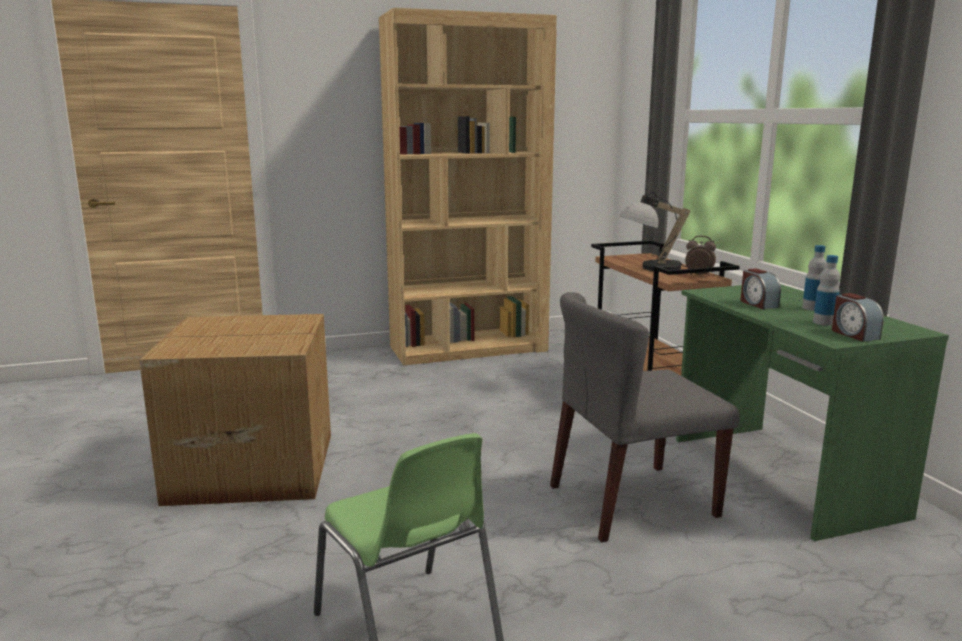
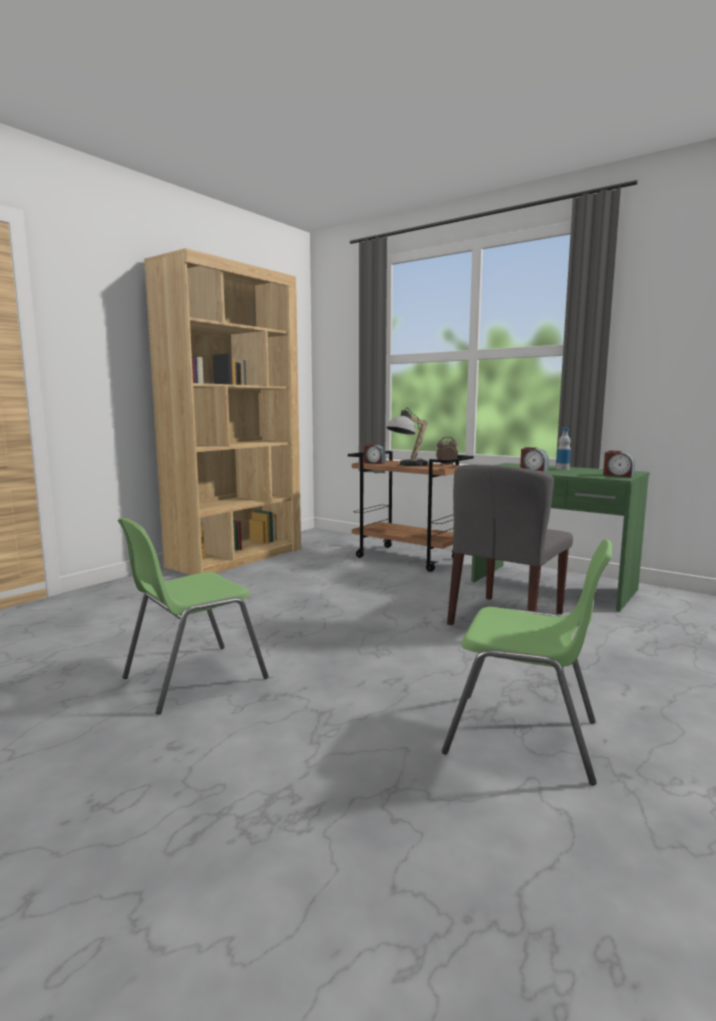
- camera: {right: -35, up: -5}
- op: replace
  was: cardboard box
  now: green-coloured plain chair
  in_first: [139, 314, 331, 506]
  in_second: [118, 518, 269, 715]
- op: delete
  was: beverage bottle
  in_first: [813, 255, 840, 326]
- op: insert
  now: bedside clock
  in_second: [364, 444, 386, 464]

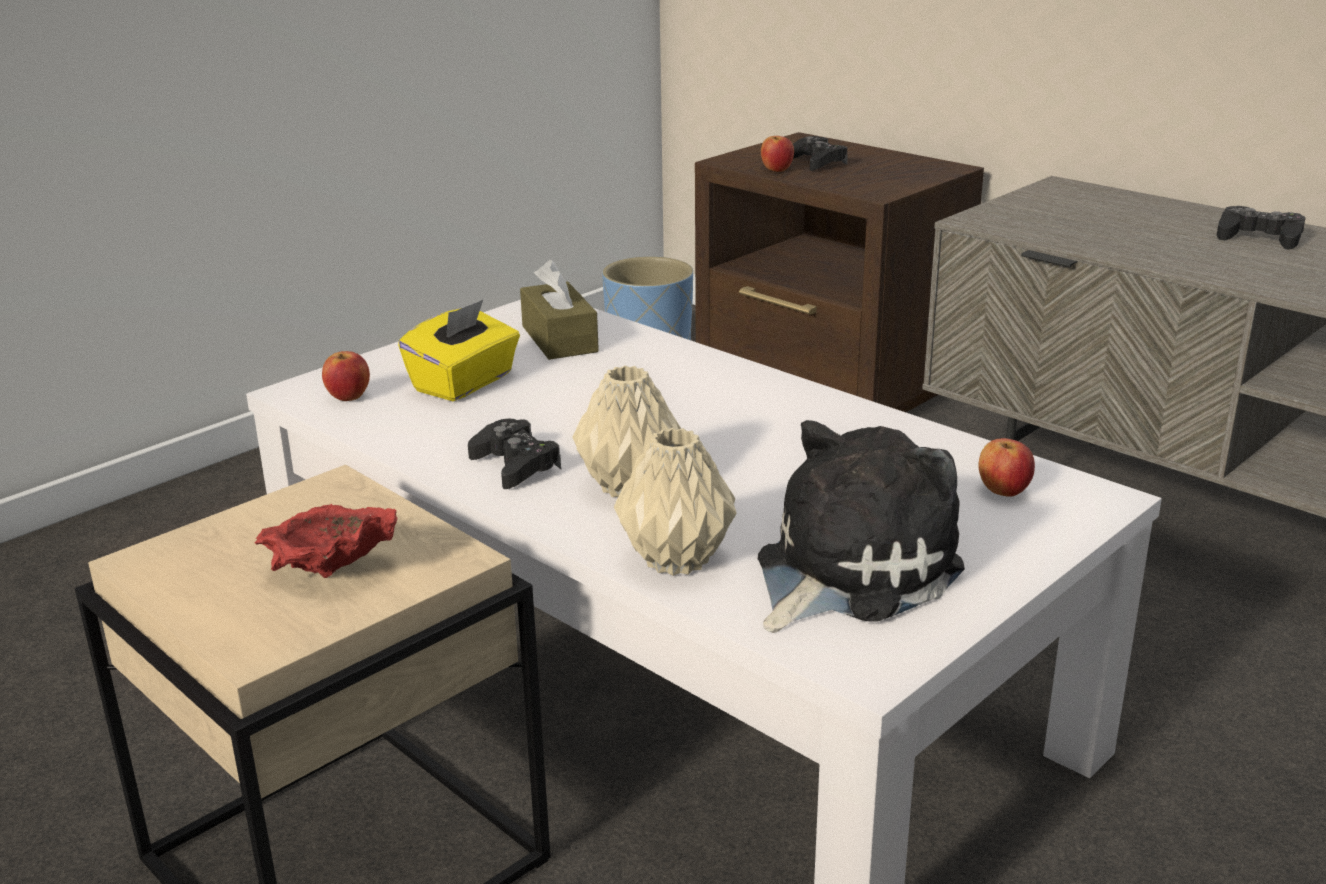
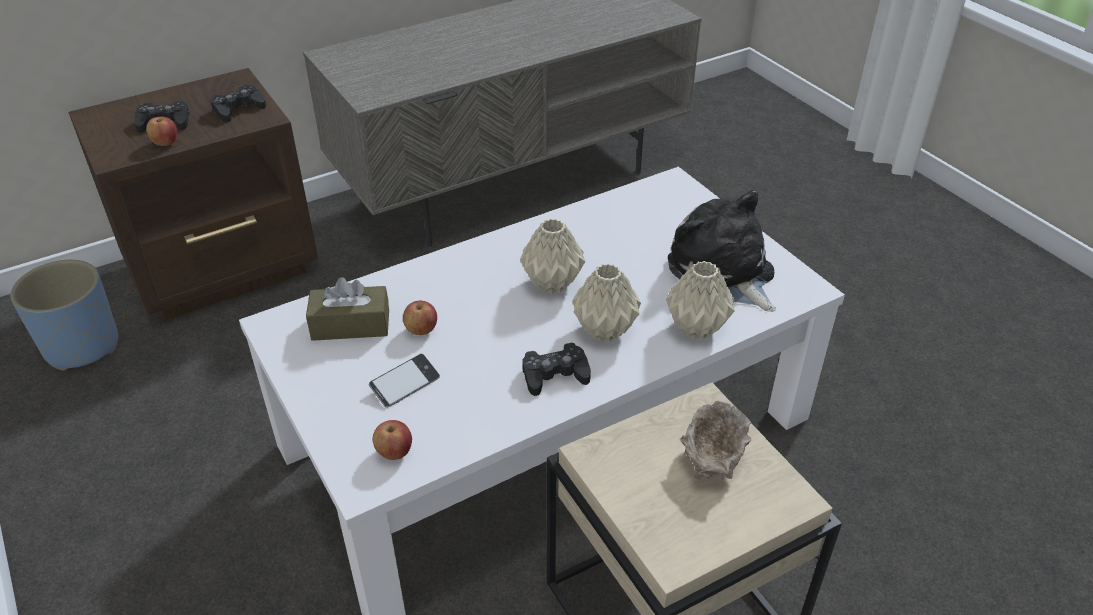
- camera: {right: -75, up: 15}
- op: recolor
  was: reddish deep dish
  now: beige-coloured deep dish
  in_first: [254, 504, 398, 578]
  in_second: [680, 401, 751, 479]
- op: replace
  was: yellow tissue holder
  now: handset
  in_first: [398, 300, 520, 401]
  in_second: [369, 354, 440, 408]
- op: move
  was: apple
  in_first: [978, 438, 1035, 497]
  in_second: [403, 301, 437, 335]
- op: move
  was: blackish gamepad
  in_first: [1217, 206, 1305, 250]
  in_second: [210, 84, 266, 123]
- op: insert
  now: beige-coloured vase
  in_second: [520, 218, 585, 294]

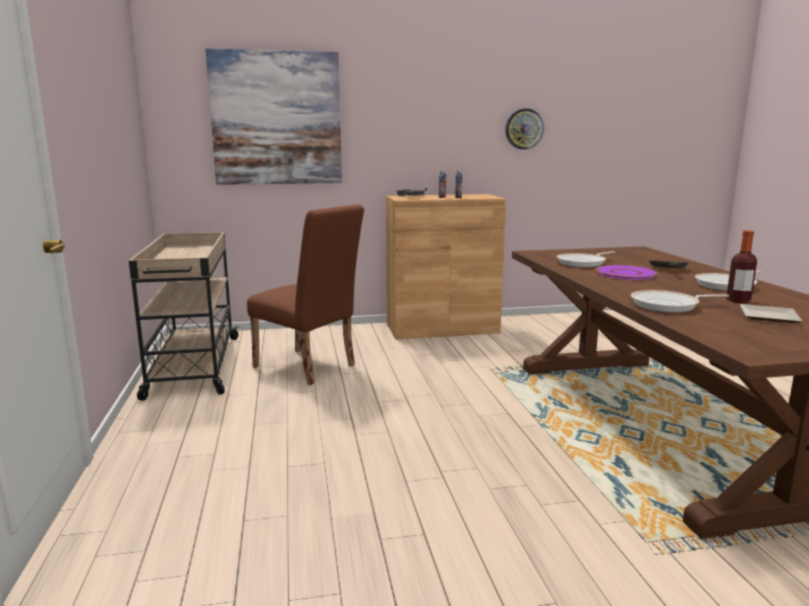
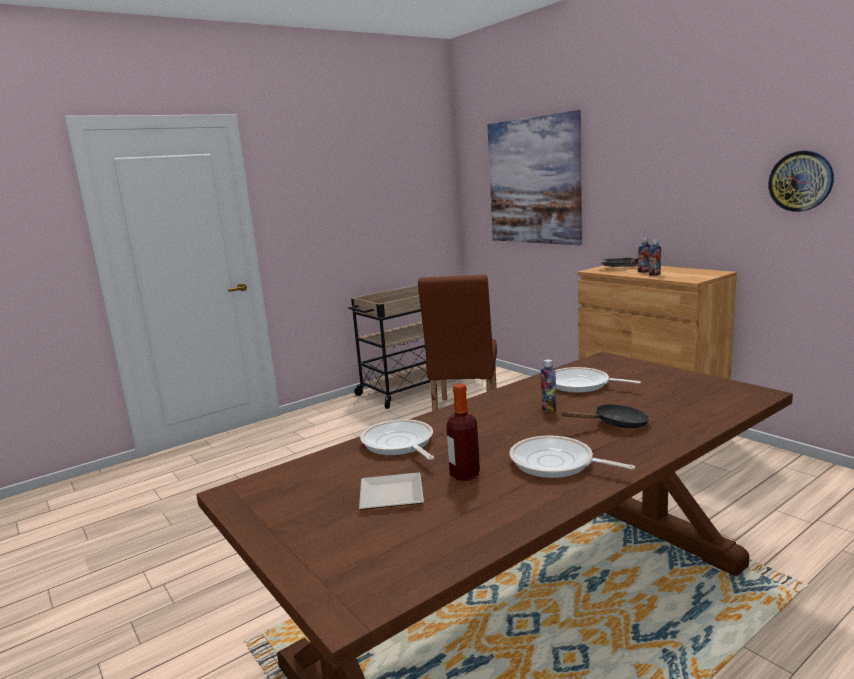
- camera: {right: 65, up: 0}
- op: replace
  was: purple-coloured dinner plate
  now: beverage bottle
  in_first: [596, 265, 658, 280]
  in_second: [541, 359, 556, 412]

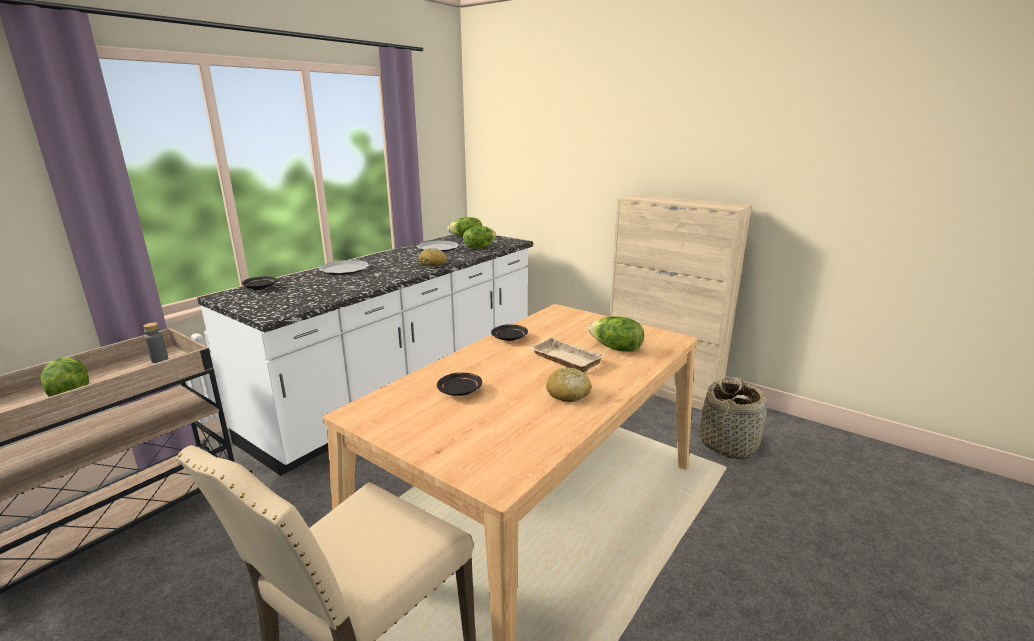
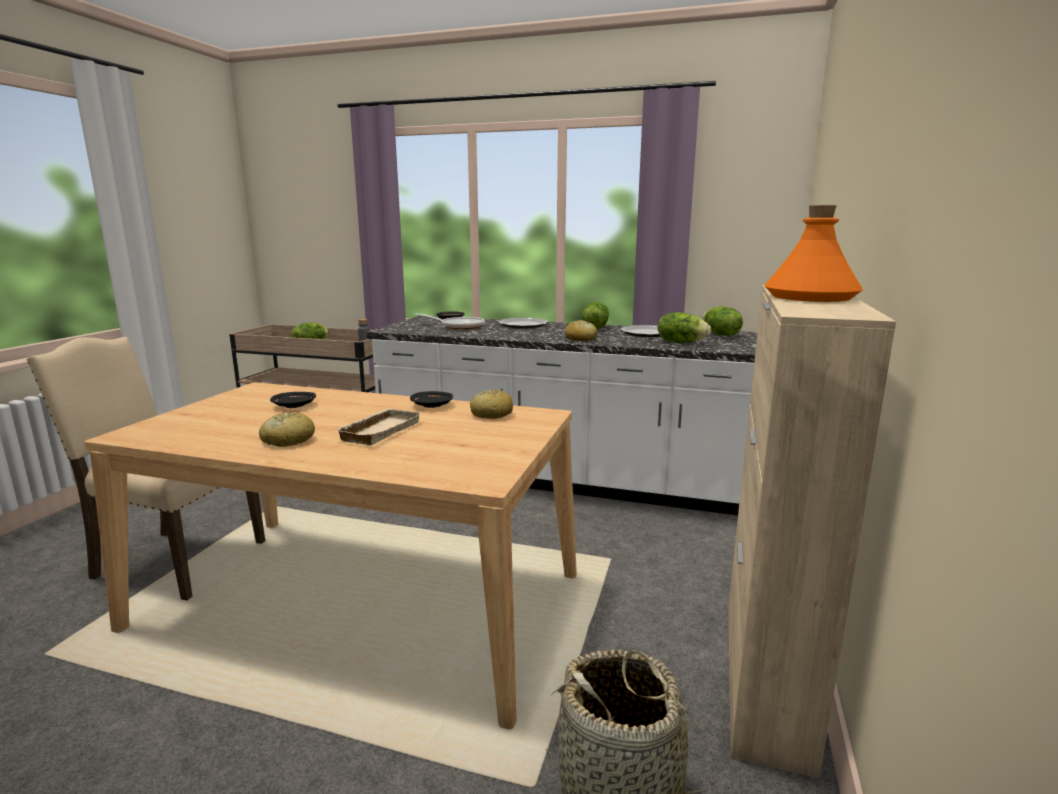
- camera: {right: 70, up: -5}
- op: move
  was: lettuce
  in_first: [589, 316, 644, 352]
  in_second: [582, 302, 609, 329]
- op: insert
  now: skillet
  in_second: [415, 314, 485, 329]
- op: insert
  now: bread
  in_second: [470, 390, 513, 419]
- op: insert
  now: orangey beverage bottle
  in_second: [764, 205, 863, 302]

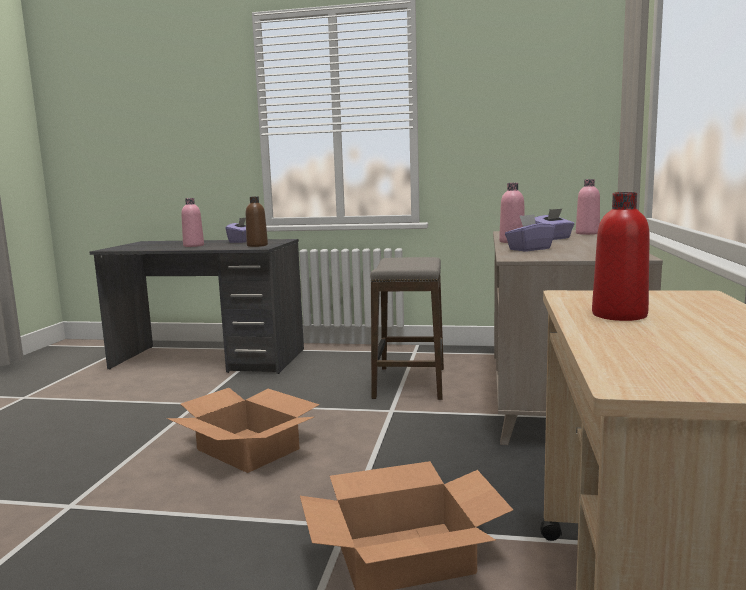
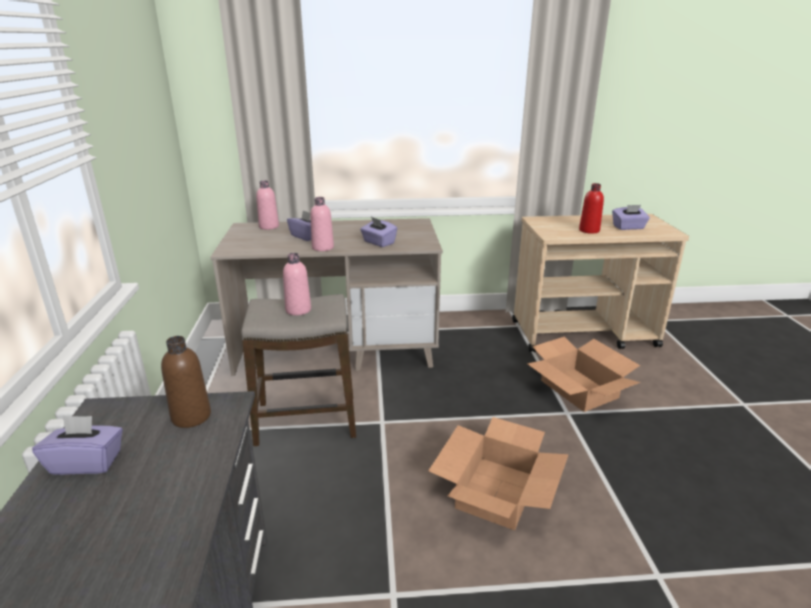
- camera: {right: -105, up: 15}
- op: move
  was: pink beverage bottle
  in_first: [181, 198, 204, 247]
  in_second: [283, 253, 311, 315]
- op: insert
  now: purple-coloured tissue holder
  in_second: [612, 205, 650, 230]

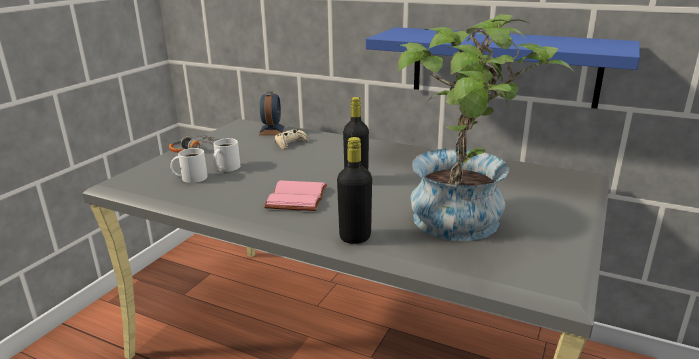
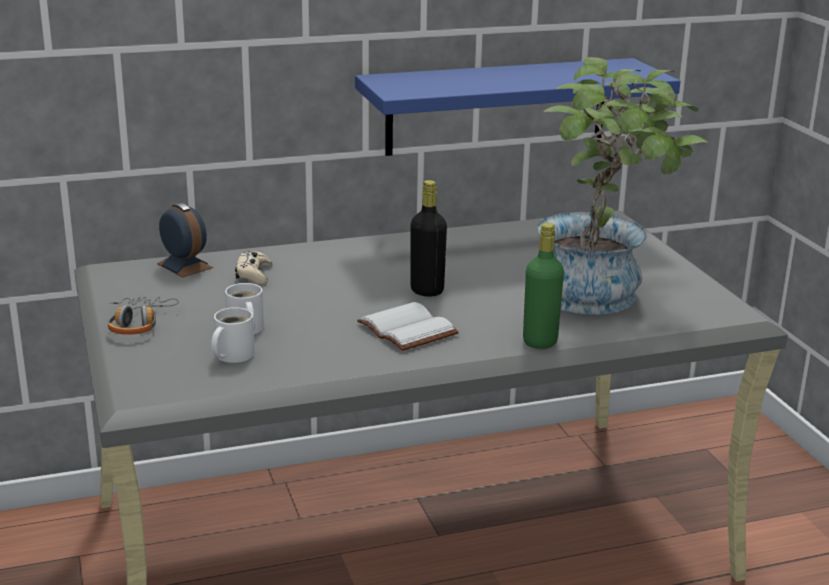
- camera: {right: -45, up: 0}
- op: recolor
  was: pink book
  now: white book
  in_first: [264, 180, 327, 211]
  in_second: [357, 302, 459, 351]
- op: recolor
  was: blackish beverage bottle
  now: green-coloured beverage bottle
  in_first: [337, 137, 372, 244]
  in_second: [523, 222, 564, 349]

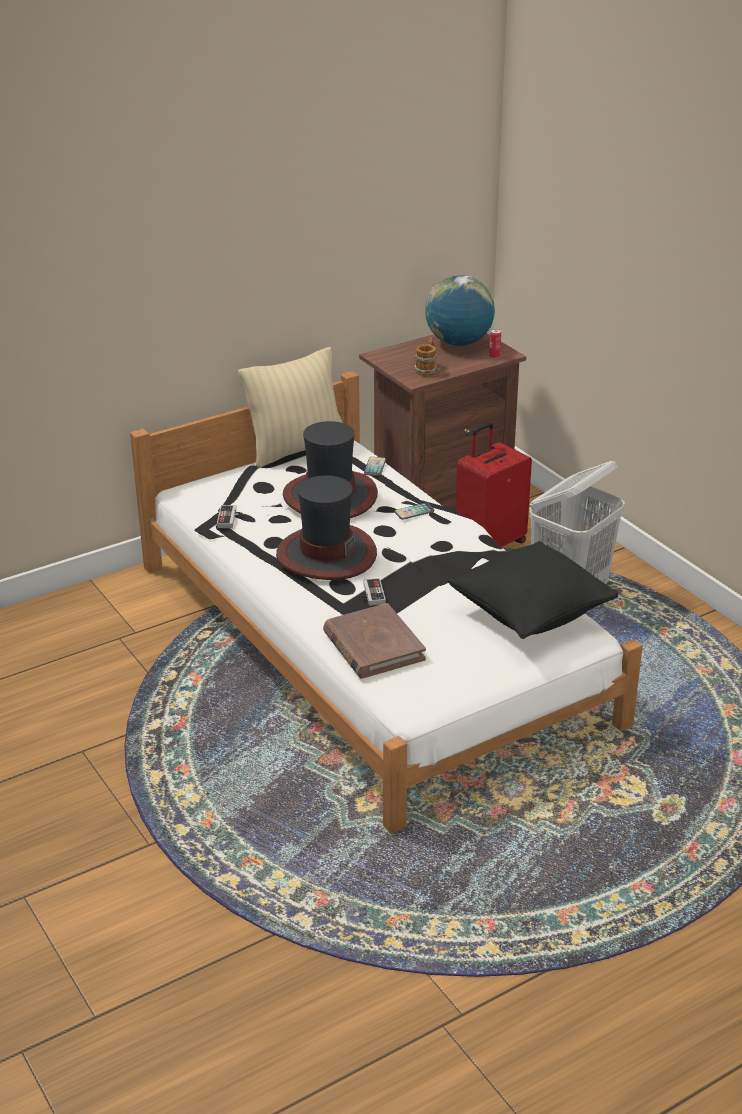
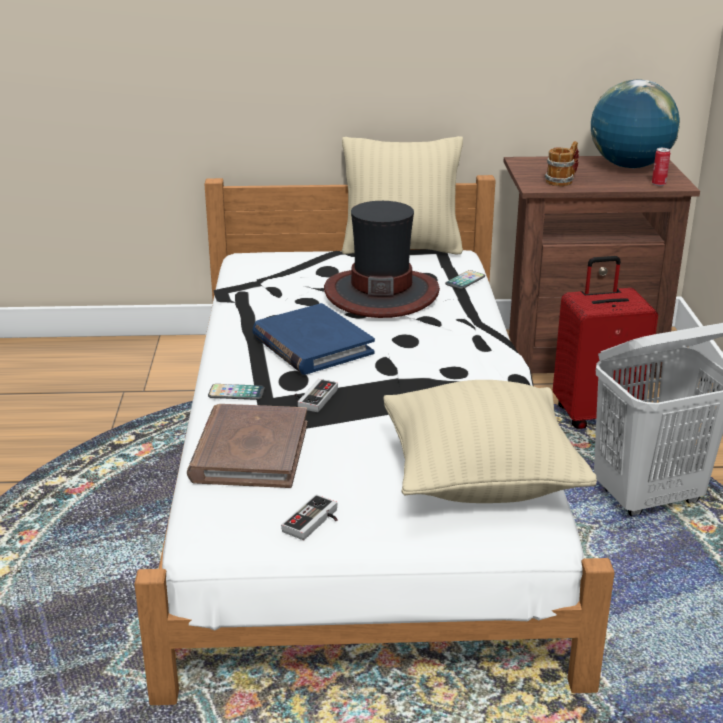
- camera: {right: 30, up: -5}
- op: move
  was: gamepad
  in_first: [217, 505, 243, 528]
  in_second: [281, 494, 337, 540]
- op: replace
  was: clothing hat
  now: blue-coloured book
  in_first: [276, 475, 377, 580]
  in_second: [253, 303, 375, 375]
- op: move
  was: handset
  in_first: [394, 503, 435, 520]
  in_second: [208, 384, 265, 400]
- op: recolor
  was: blackish cushion
  now: beige-coloured cushion
  in_first: [447, 541, 618, 639]
  in_second: [383, 380, 597, 503]

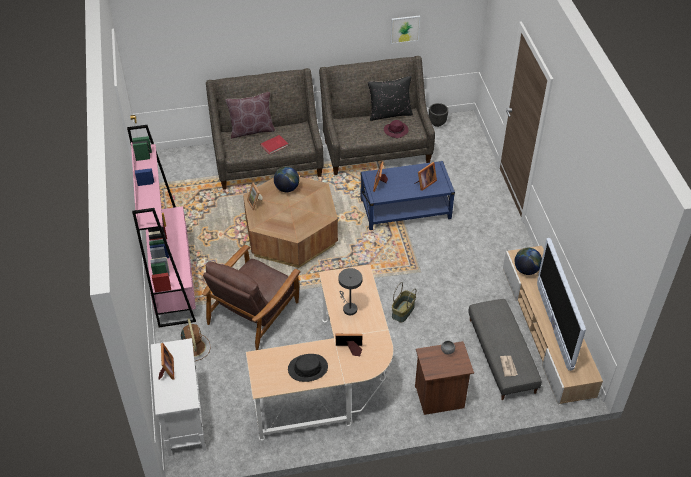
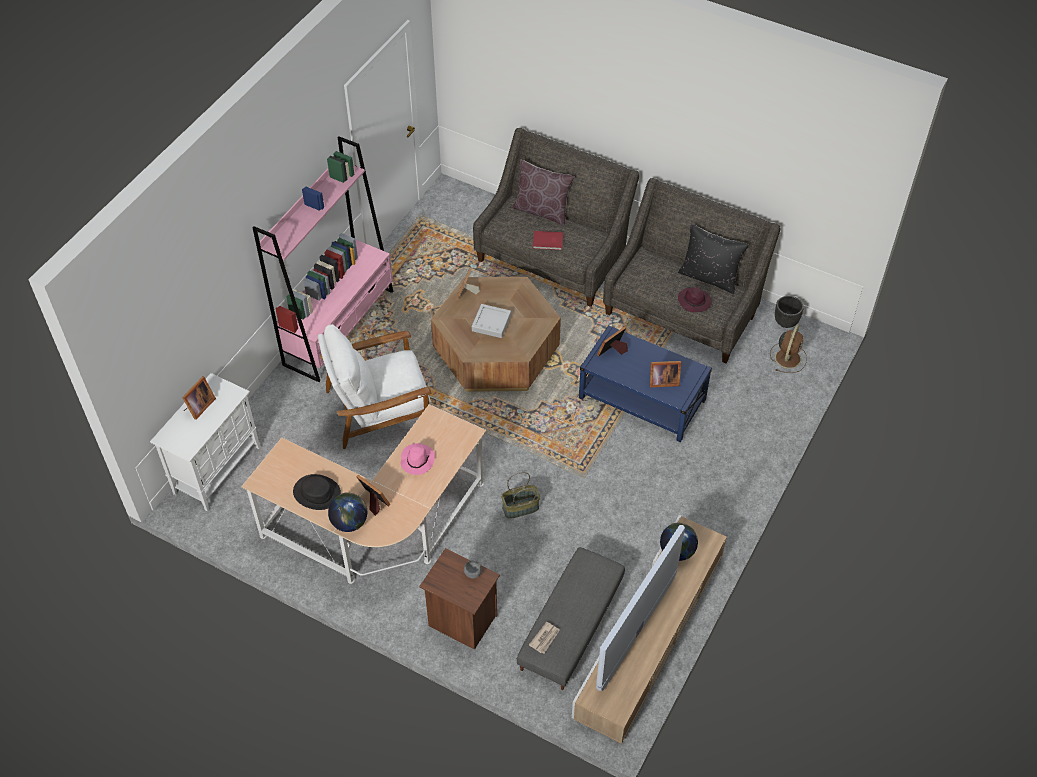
- camera: {right: 40, up: 5}
- op: move
  was: brown cooling fan
  in_first: [181, 318, 211, 361]
  in_second: [770, 324, 807, 373]
- op: recolor
  was: brown easy chair
  now: white easy chair
  in_first: [202, 245, 301, 350]
  in_second: [317, 324, 431, 449]
- op: move
  was: globe
  in_first: [274, 167, 299, 192]
  in_second: [328, 492, 367, 532]
- op: replace
  was: gray table lamp
  now: pink clothing hat
  in_first: [339, 268, 362, 315]
  in_second: [401, 443, 435, 475]
- op: delete
  was: picture
  in_first: [391, 16, 420, 44]
- op: insert
  now: gray carrying tray
  in_second: [472, 304, 511, 338]

